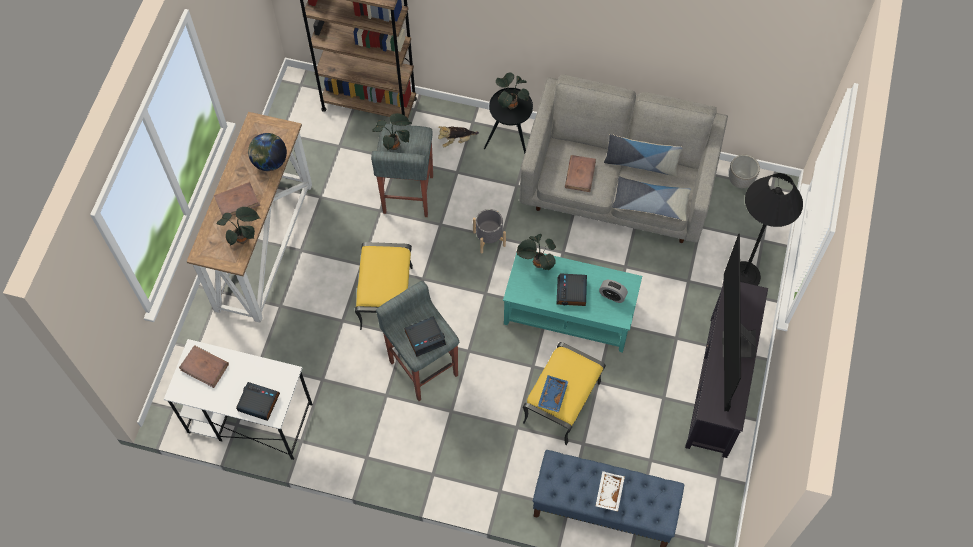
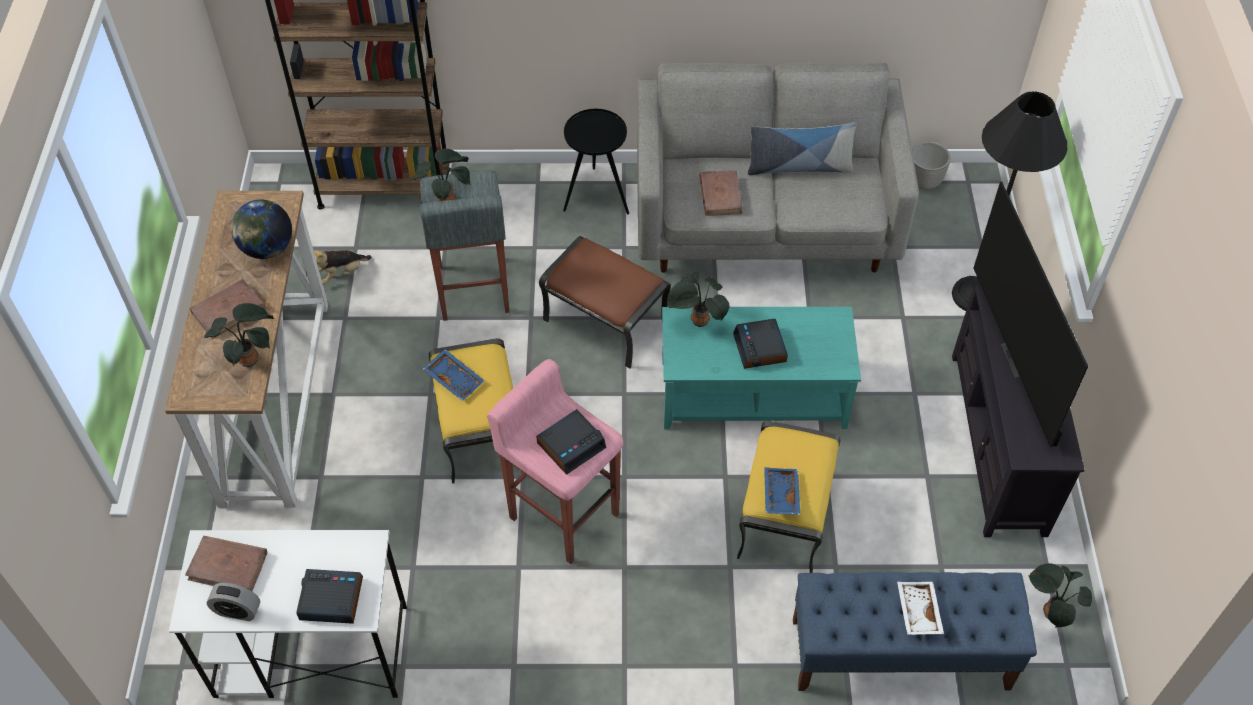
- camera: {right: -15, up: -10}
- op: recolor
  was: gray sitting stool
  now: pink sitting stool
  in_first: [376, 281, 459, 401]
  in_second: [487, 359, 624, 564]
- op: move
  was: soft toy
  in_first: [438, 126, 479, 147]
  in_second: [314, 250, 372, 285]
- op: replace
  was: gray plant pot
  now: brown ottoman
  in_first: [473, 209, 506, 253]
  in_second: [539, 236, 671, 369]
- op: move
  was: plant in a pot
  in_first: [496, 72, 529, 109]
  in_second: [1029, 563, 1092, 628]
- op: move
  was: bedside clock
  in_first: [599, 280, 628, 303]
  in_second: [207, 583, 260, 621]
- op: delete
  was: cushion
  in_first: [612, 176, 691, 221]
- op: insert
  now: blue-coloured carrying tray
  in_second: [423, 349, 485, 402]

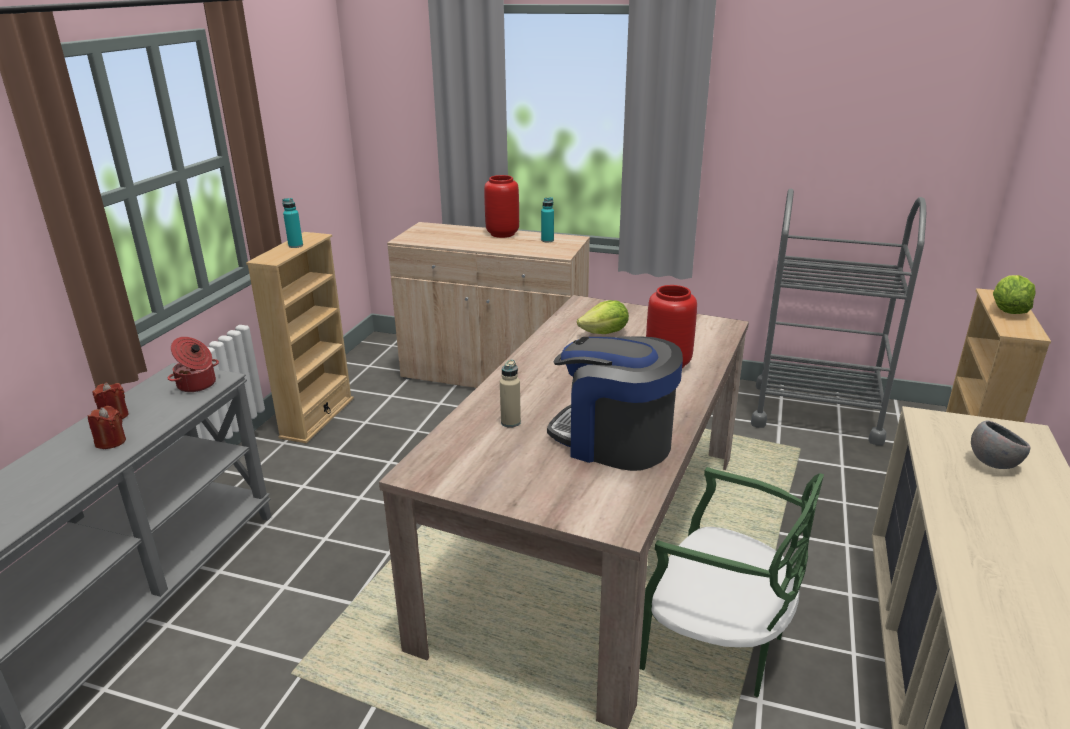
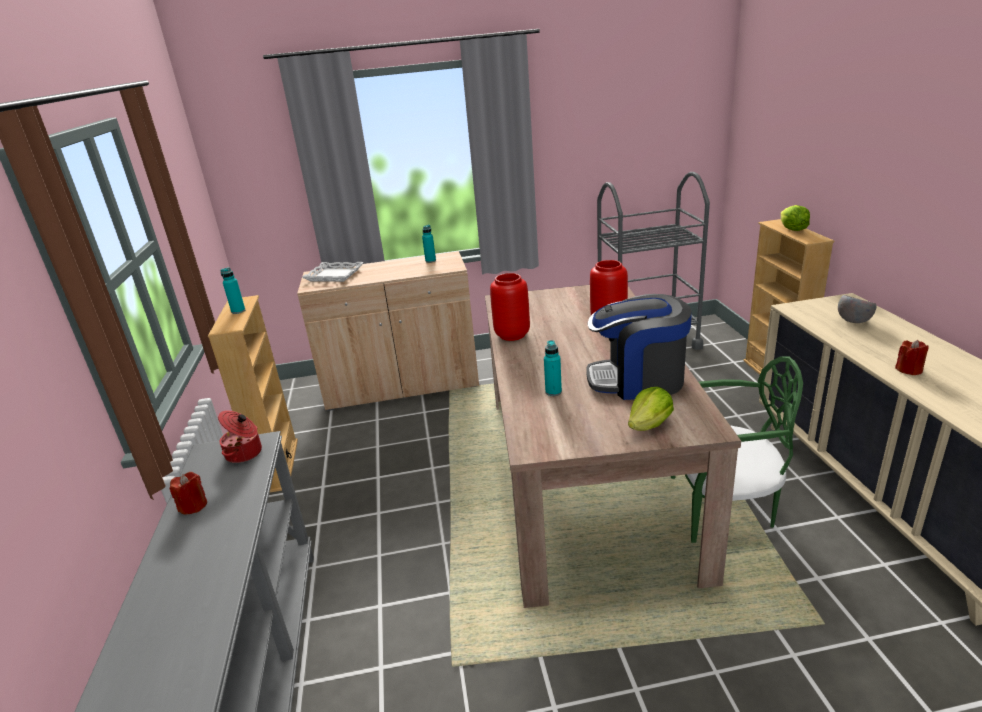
- camera: {right: -25, up: 0}
- op: move
  was: reddish candle
  in_first: [88, 406, 126, 449]
  in_second: [895, 340, 929, 375]
- op: move
  was: reddish vase
  in_first: [484, 175, 519, 238]
  in_second: [490, 273, 530, 341]
- op: recolor
  was: beige-coloured beverage bottle
  now: turquoise-coloured beverage bottle
  in_first: [500, 360, 521, 428]
  in_second: [544, 340, 562, 396]
- op: move
  was: lettuce
  in_first: [577, 300, 629, 334]
  in_second: [628, 387, 674, 431]
- op: insert
  now: white carrying tray
  in_second: [302, 262, 364, 282]

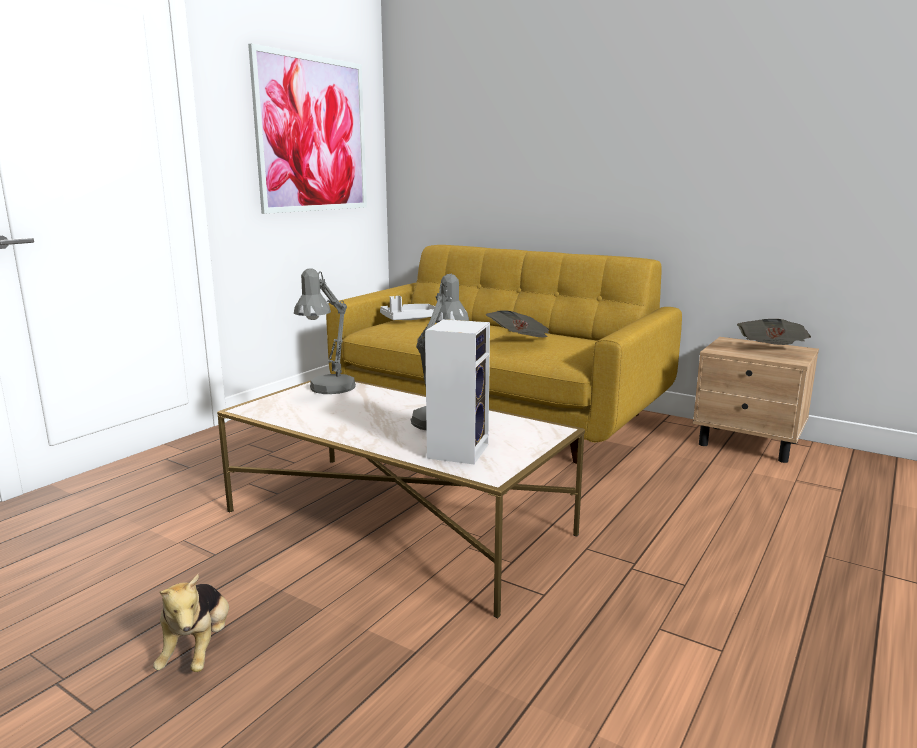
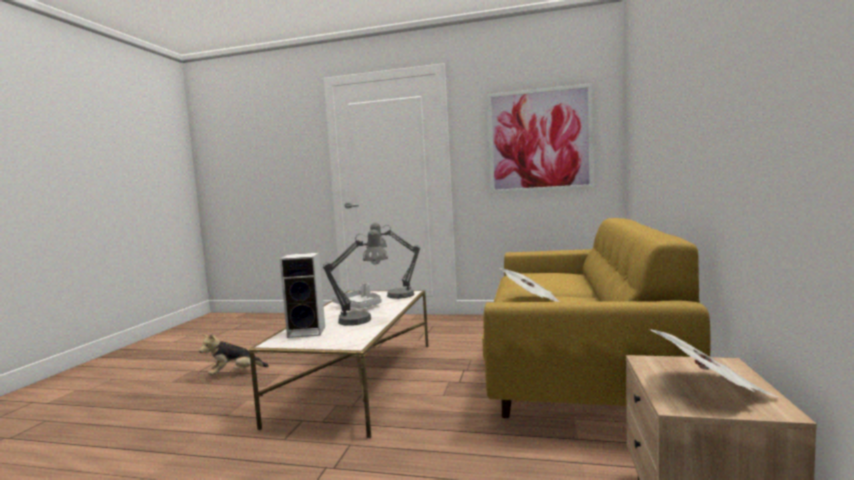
- camera: {right: 70, up: -10}
- op: move
  was: gray carrying tray
  in_first: [380, 296, 435, 320]
  in_second: [333, 283, 382, 309]

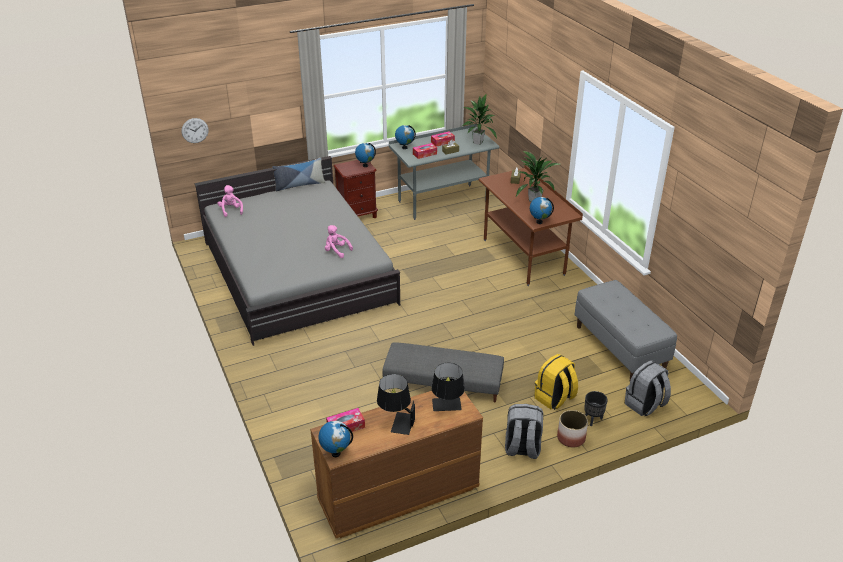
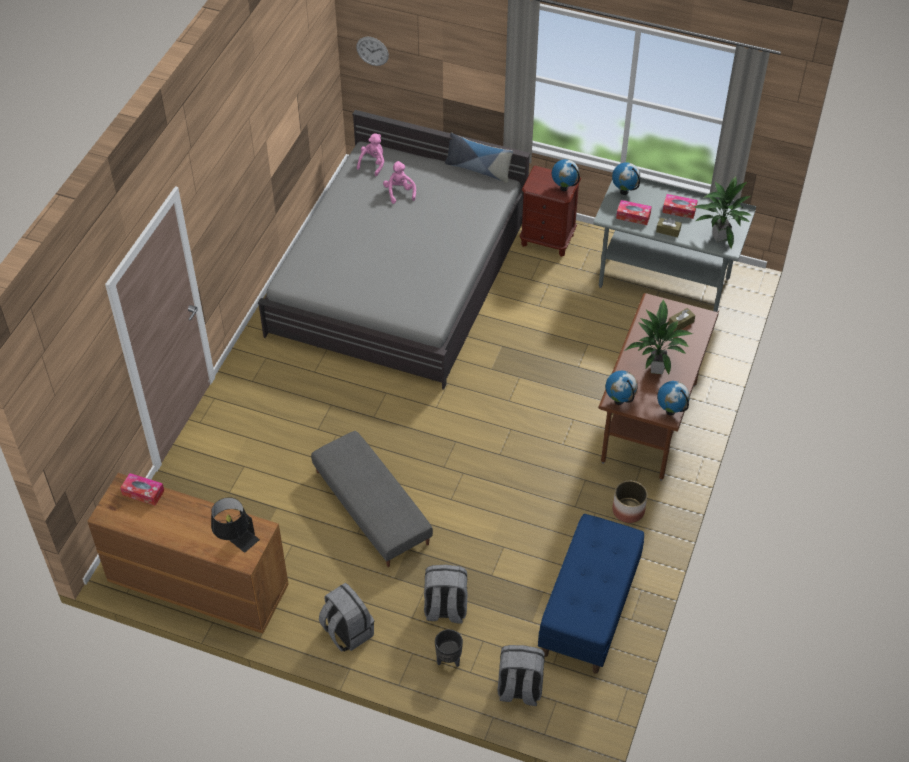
- camera: {right: 45, up: 15}
- op: move
  was: globe
  in_first: [318, 421, 353, 457]
  in_second: [657, 381, 690, 415]
- op: move
  was: pink soft toy
  in_first: [325, 225, 353, 258]
  in_second: [383, 161, 416, 204]
- op: delete
  was: blackish table lamp
  in_first: [377, 374, 415, 435]
- op: recolor
  was: yellow knapsack
  now: gray knapsack
  in_first: [535, 354, 578, 410]
  in_second: [424, 565, 468, 624]
- op: move
  was: plant pot
  in_first: [557, 410, 588, 447]
  in_second: [612, 481, 647, 523]
- op: recolor
  was: gray long seat
  now: blue-coloured long seat
  in_first: [575, 280, 677, 380]
  in_second: [538, 514, 644, 674]

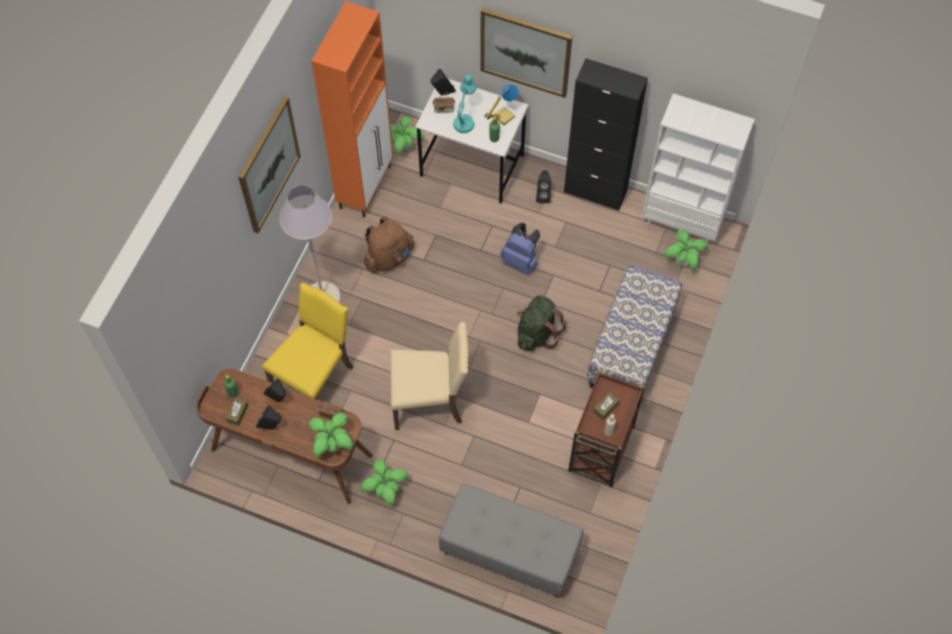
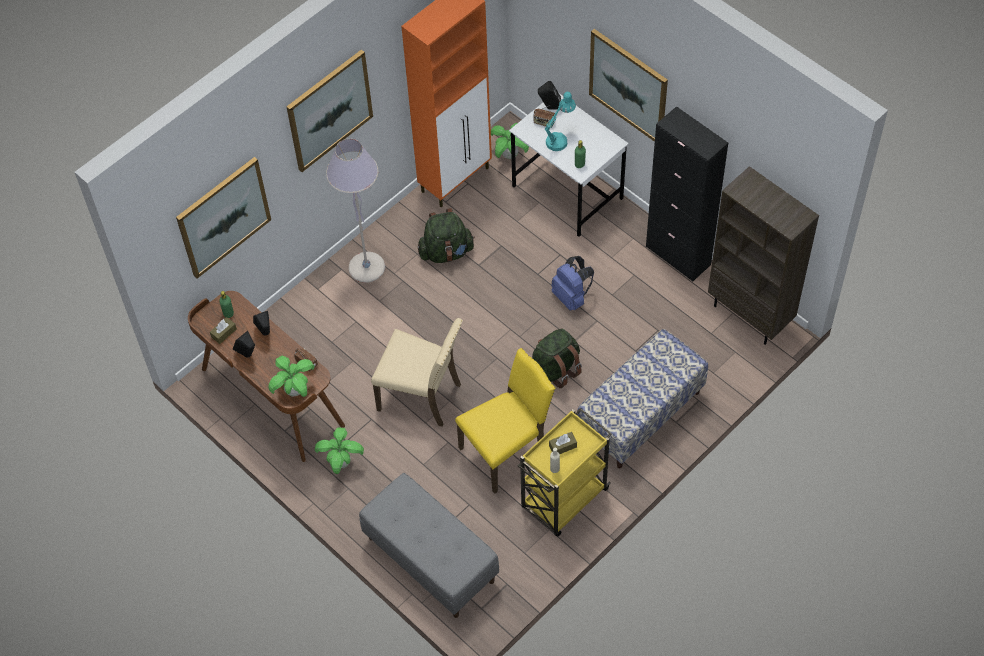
- camera: {right: 25, up: -5}
- op: move
  was: yellow plain chair
  in_first: [262, 282, 353, 400]
  in_second: [455, 348, 556, 494]
- op: recolor
  was: brown knapsack
  now: green-coloured knapsack
  in_first: [364, 217, 414, 273]
  in_second: [418, 208, 475, 263]
- op: delete
  was: table lamp
  in_first: [484, 85, 518, 126]
- op: delete
  was: blackish speaker
  in_first: [536, 170, 551, 204]
- op: recolor
  was: brown wheeled cart
  now: yellow wheeled cart
  in_first: [568, 367, 645, 487]
  in_second: [518, 408, 612, 536]
- op: recolor
  was: white bookshelf
  now: brown bookshelf
  in_first: [642, 93, 755, 244]
  in_second: [708, 166, 819, 345]
- op: delete
  was: plant in a pot
  in_first: [665, 230, 708, 270]
- op: insert
  now: picture
  in_second: [176, 157, 271, 278]

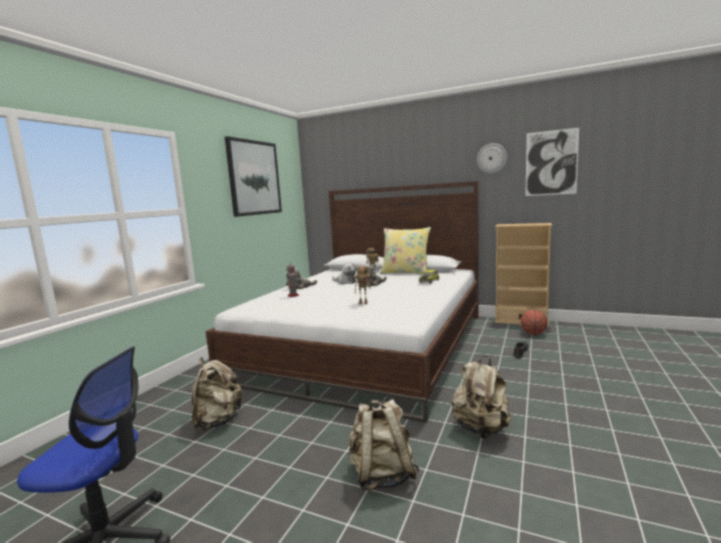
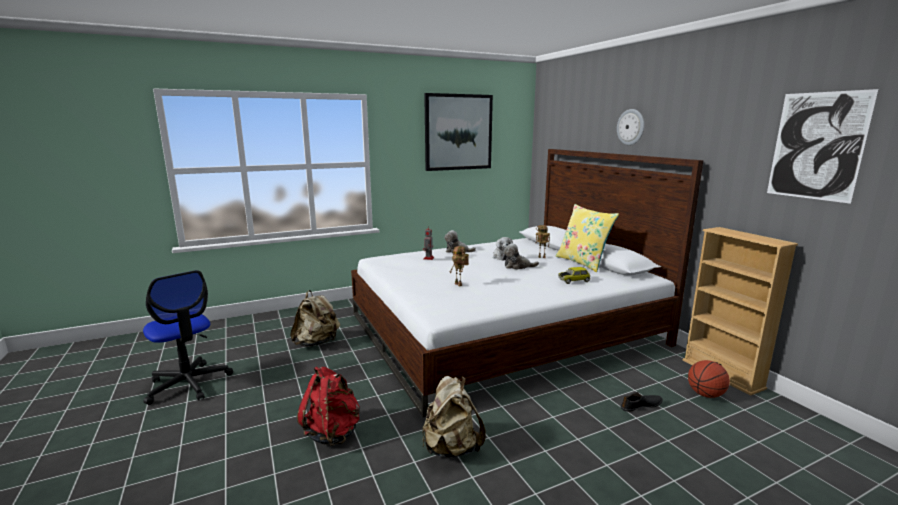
- camera: {right: 40, up: 5}
- op: recolor
  was: beige-coloured knapsack
  now: reddish knapsack
  in_first: [348, 399, 420, 491]
  in_second: [297, 366, 360, 446]
- op: move
  was: hanging clock
  in_first: [477, 143, 508, 174]
  in_second: [617, 109, 644, 145]

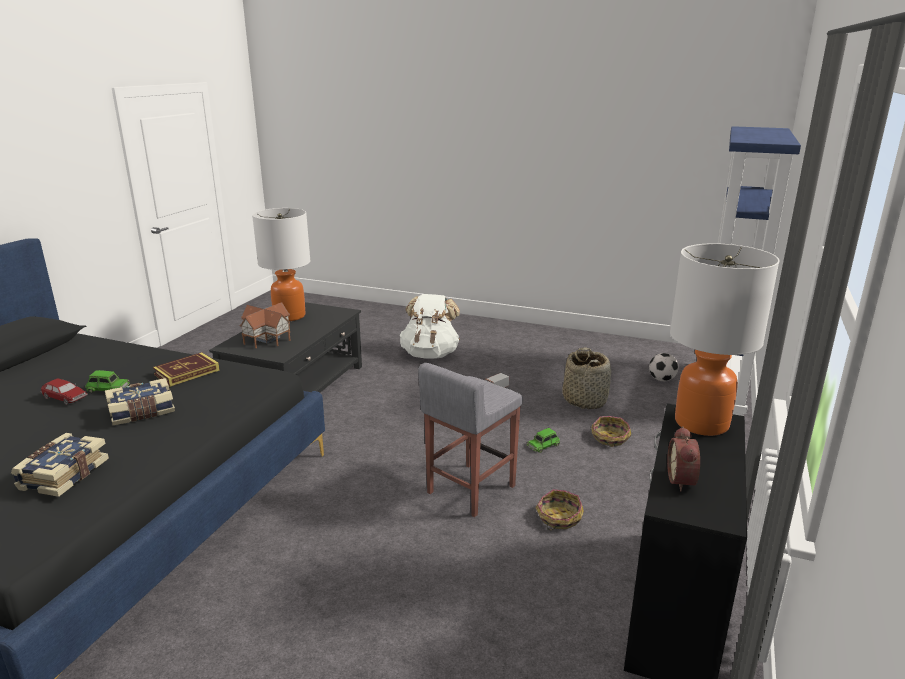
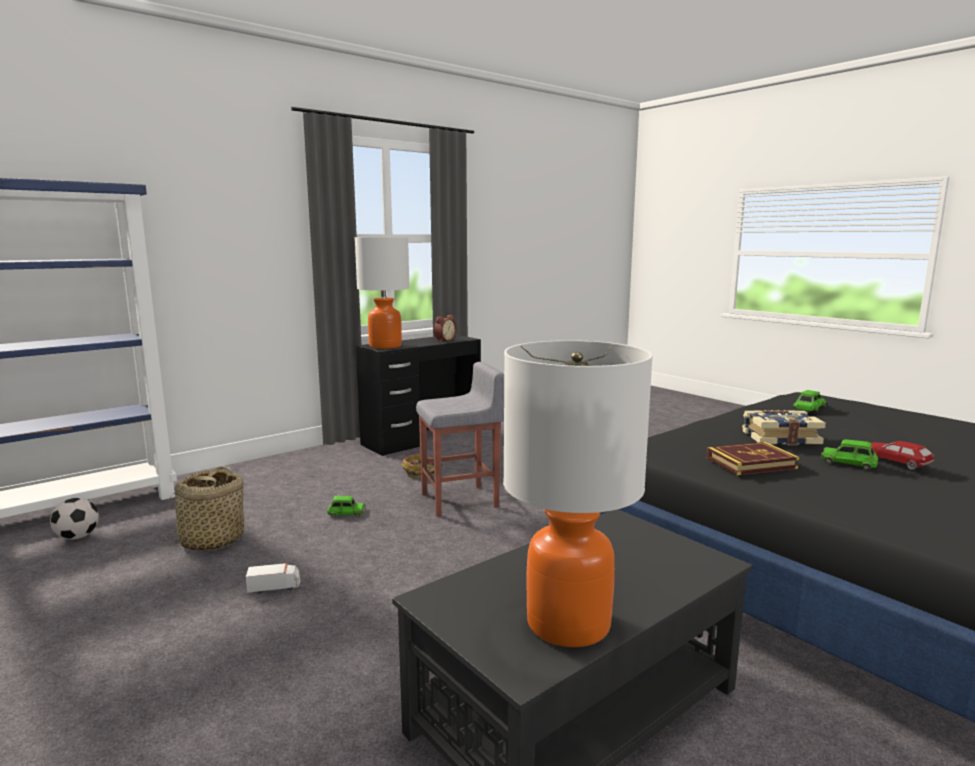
- camera: {right: -150, up: -10}
- op: replace
  was: book
  now: green-coloured miniature car
  in_first: [11, 433, 109, 497]
  in_second: [793, 390, 827, 412]
- op: delete
  was: toy house
  in_first: [240, 302, 291, 348]
- op: delete
  was: white knapsack
  in_first: [400, 294, 460, 359]
- op: delete
  was: household basket
  in_first: [591, 416, 631, 447]

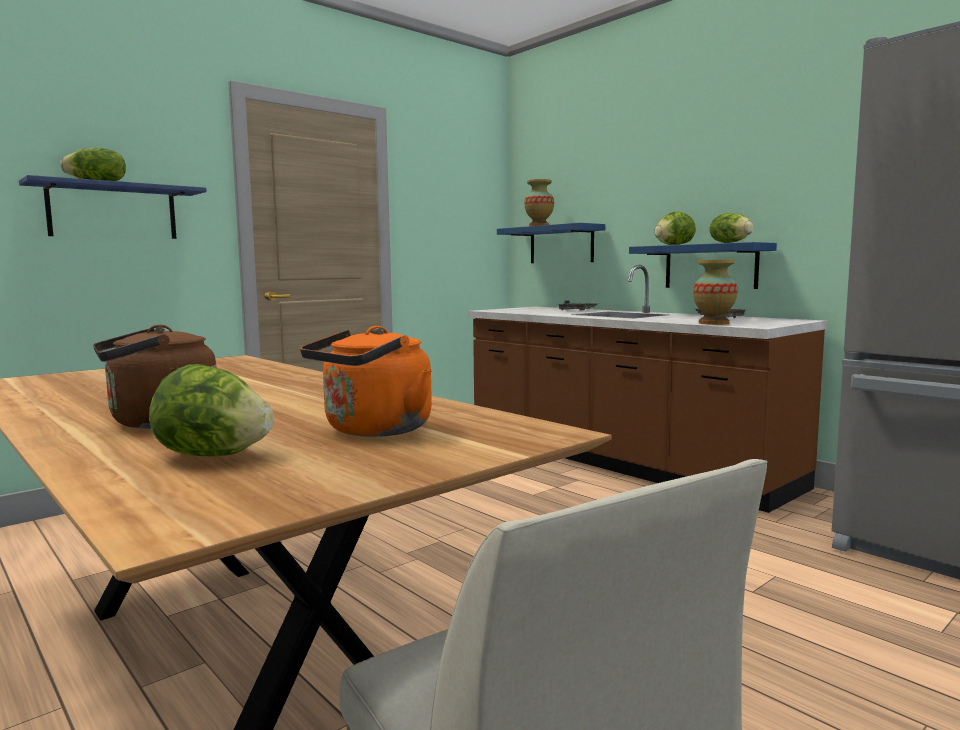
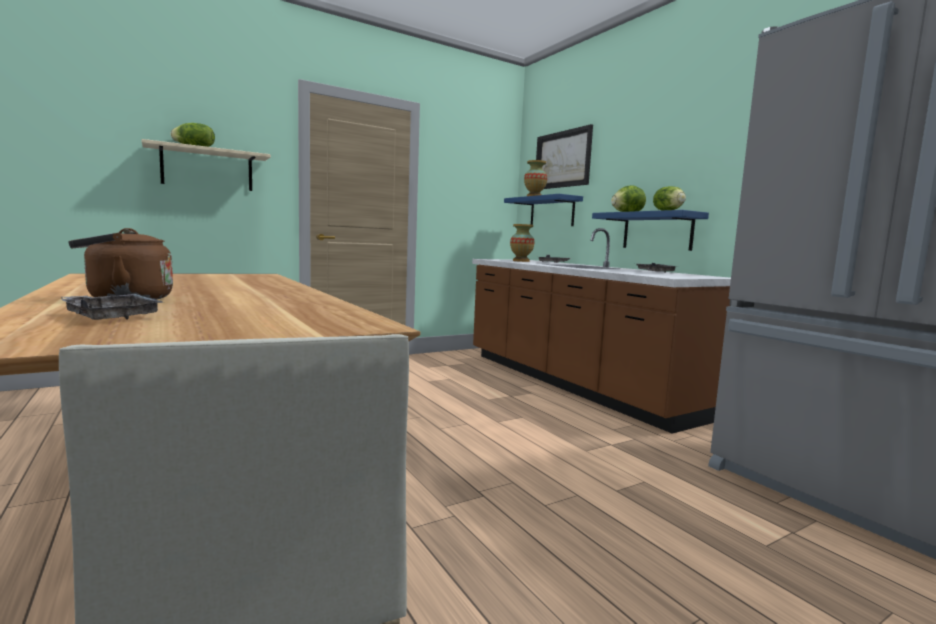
- camera: {right: 10, up: 0}
- op: recolor
  was: blue-coloured shelf
  now: beige-coloured shelf
  in_first: [19, 175, 207, 239]
  in_second: [141, 139, 271, 191]
- op: replace
  was: lettuce
  now: gray carrying tray
  in_first: [149, 364, 274, 456]
  in_second: [61, 294, 162, 320]
- op: delete
  was: orangey water kettle
  in_first: [300, 326, 432, 437]
- op: move
  was: vase
  in_first: [693, 260, 738, 325]
  in_second: [510, 224, 534, 262]
- op: insert
  now: picture
  in_second: [536, 124, 593, 189]

